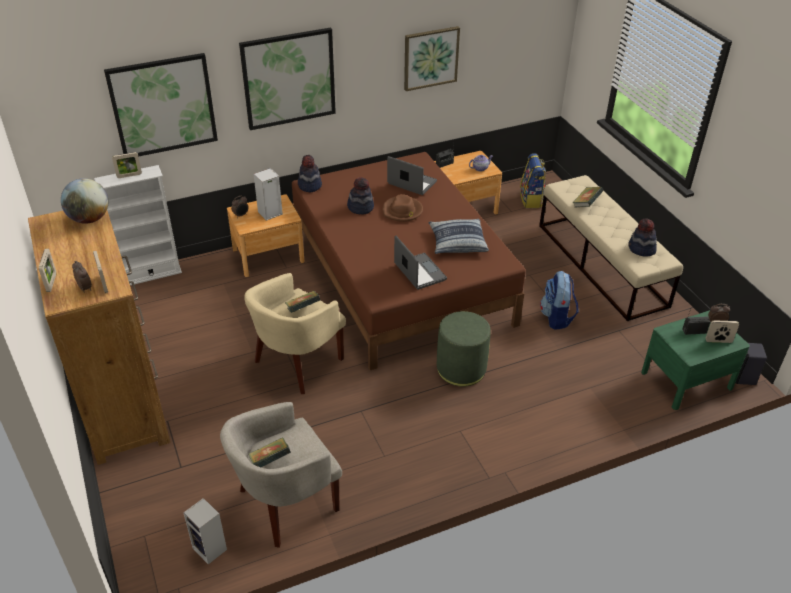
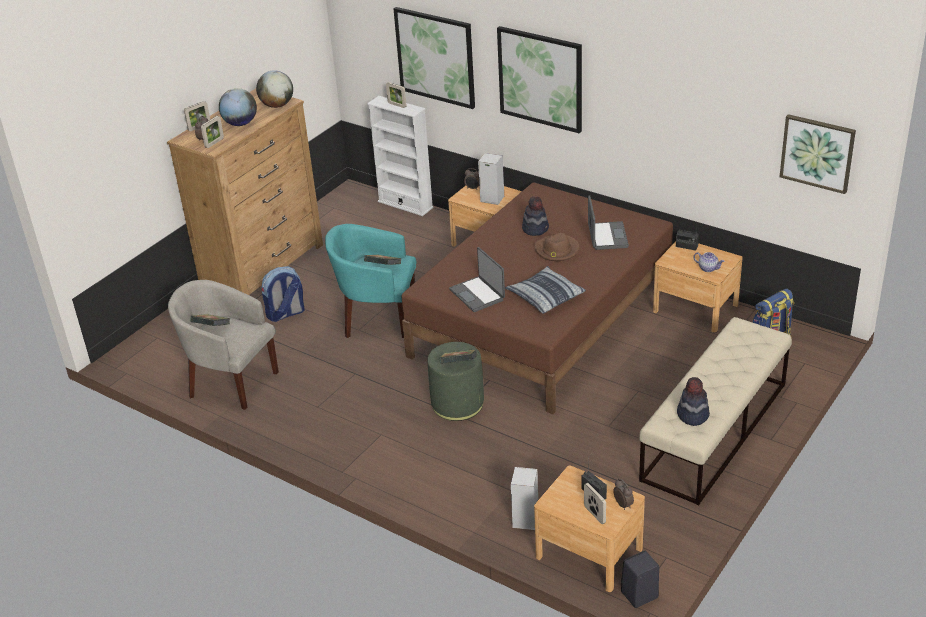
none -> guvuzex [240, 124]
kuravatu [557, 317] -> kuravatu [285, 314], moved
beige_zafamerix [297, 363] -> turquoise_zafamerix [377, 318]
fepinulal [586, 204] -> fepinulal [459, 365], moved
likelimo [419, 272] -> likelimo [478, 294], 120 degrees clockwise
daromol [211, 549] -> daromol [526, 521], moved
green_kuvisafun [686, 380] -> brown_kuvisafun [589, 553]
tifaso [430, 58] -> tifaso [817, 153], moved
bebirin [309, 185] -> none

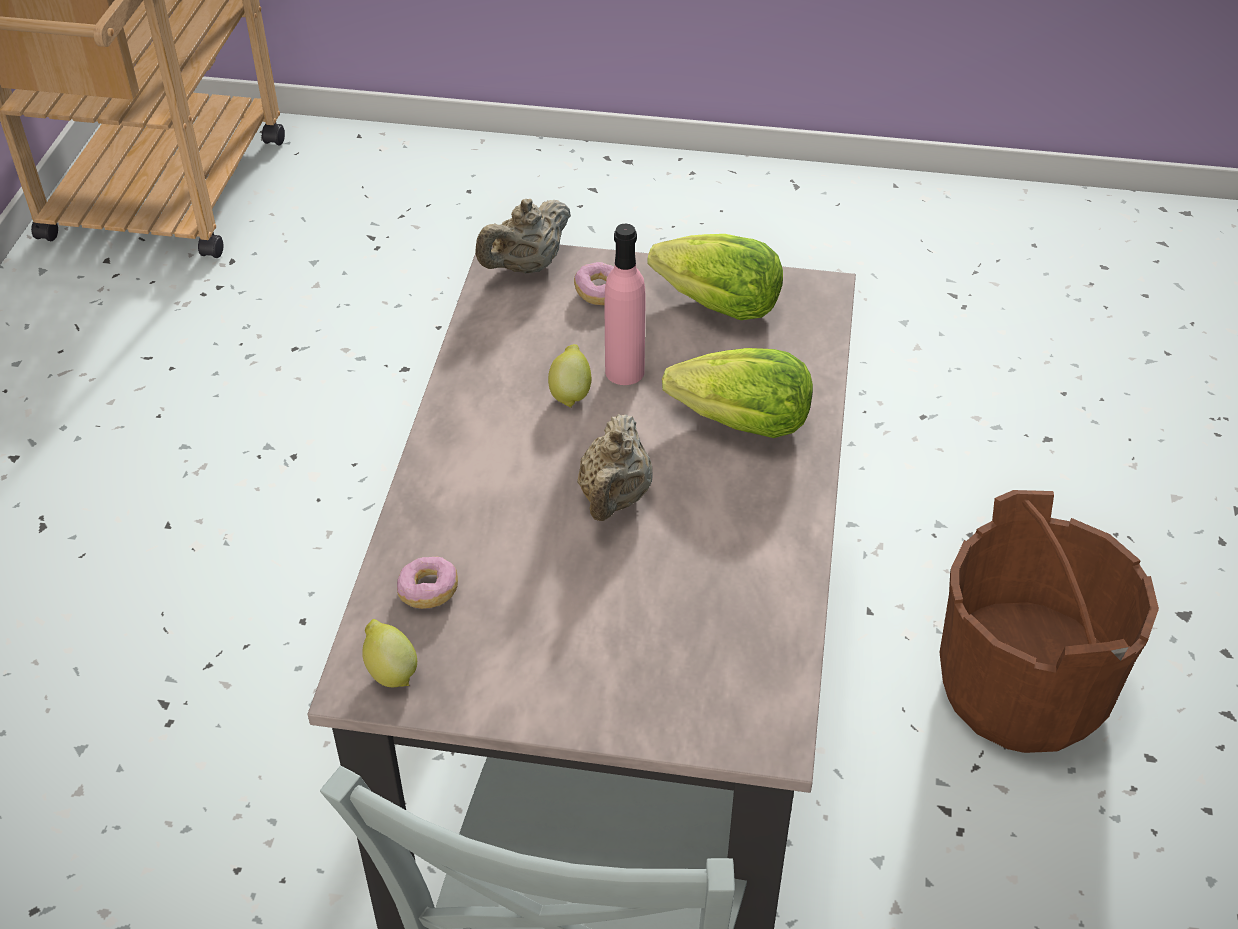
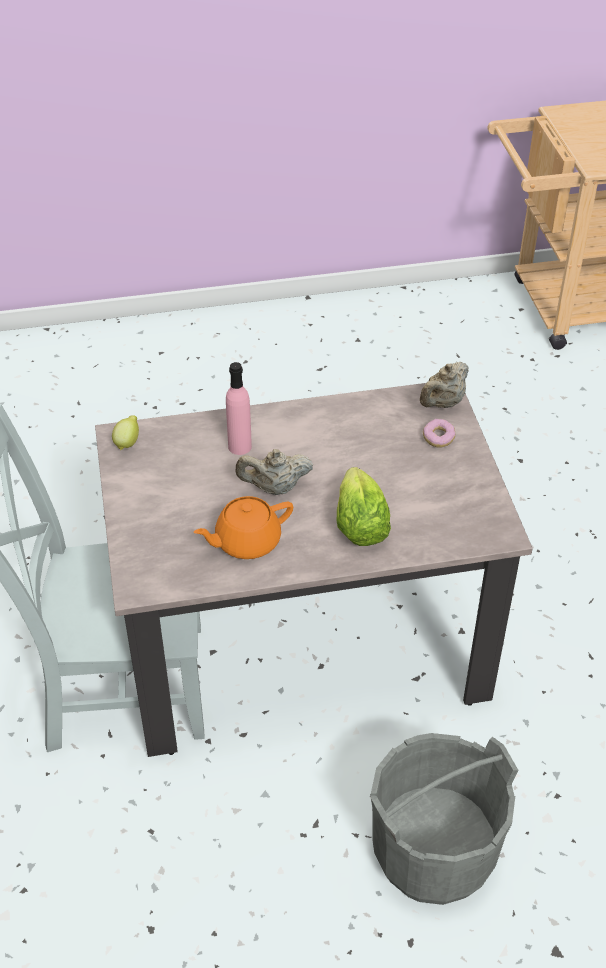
none -> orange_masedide [246, 542]
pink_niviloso [624, 371] -> pink_niviloso [240, 446], moved
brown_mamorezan [1023, 688] -> grey_mamorezan [434, 852]
beige_masedide [526, 266] -> beige_masedide [443, 403], 75 degrees counterclockwise
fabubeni [428, 591] -> none
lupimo [570, 393] -> none
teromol [719, 306] -> none

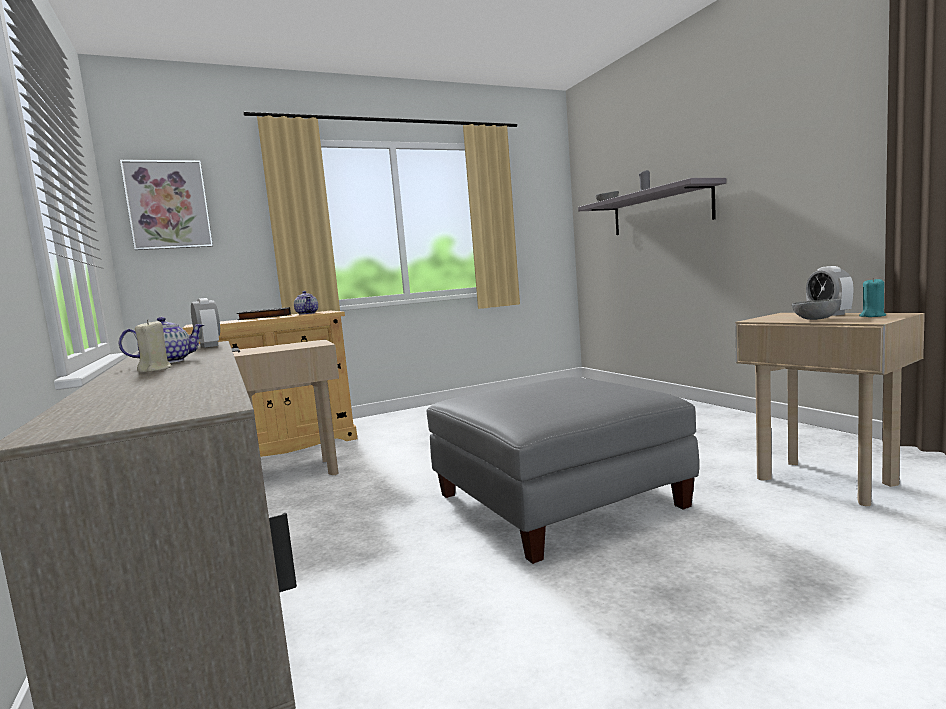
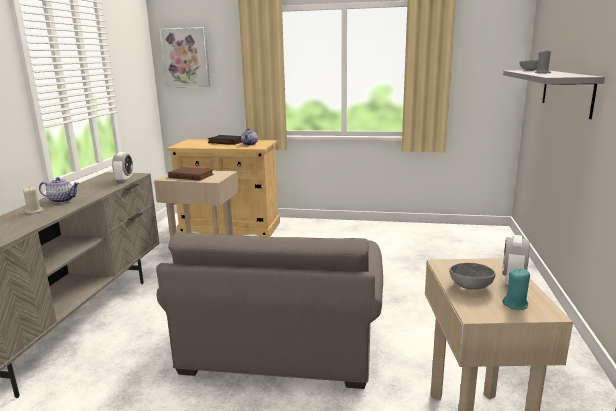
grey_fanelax [557, 500] -> grey_zafamerix [281, 342]
none -> brown_fepinulal [192, 176]

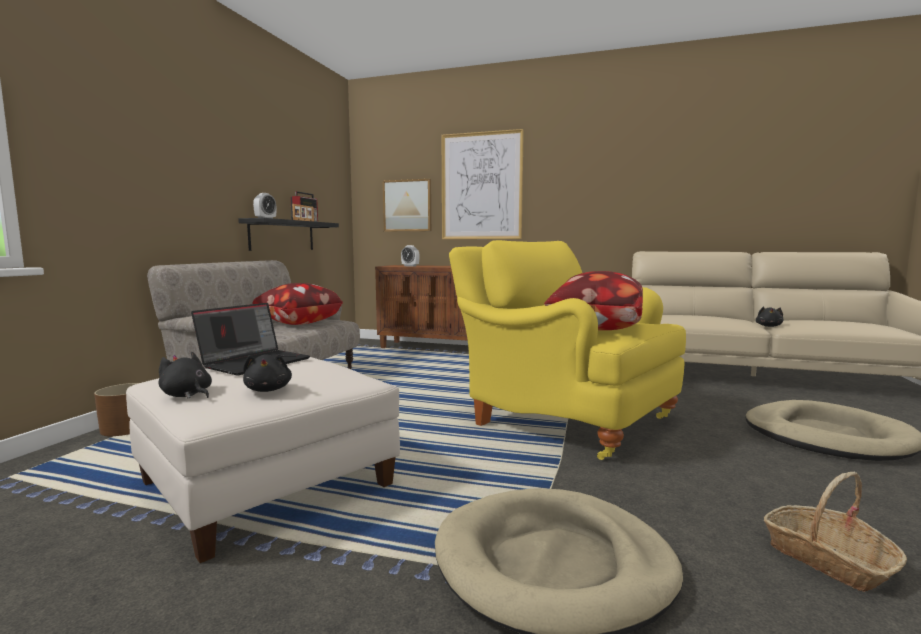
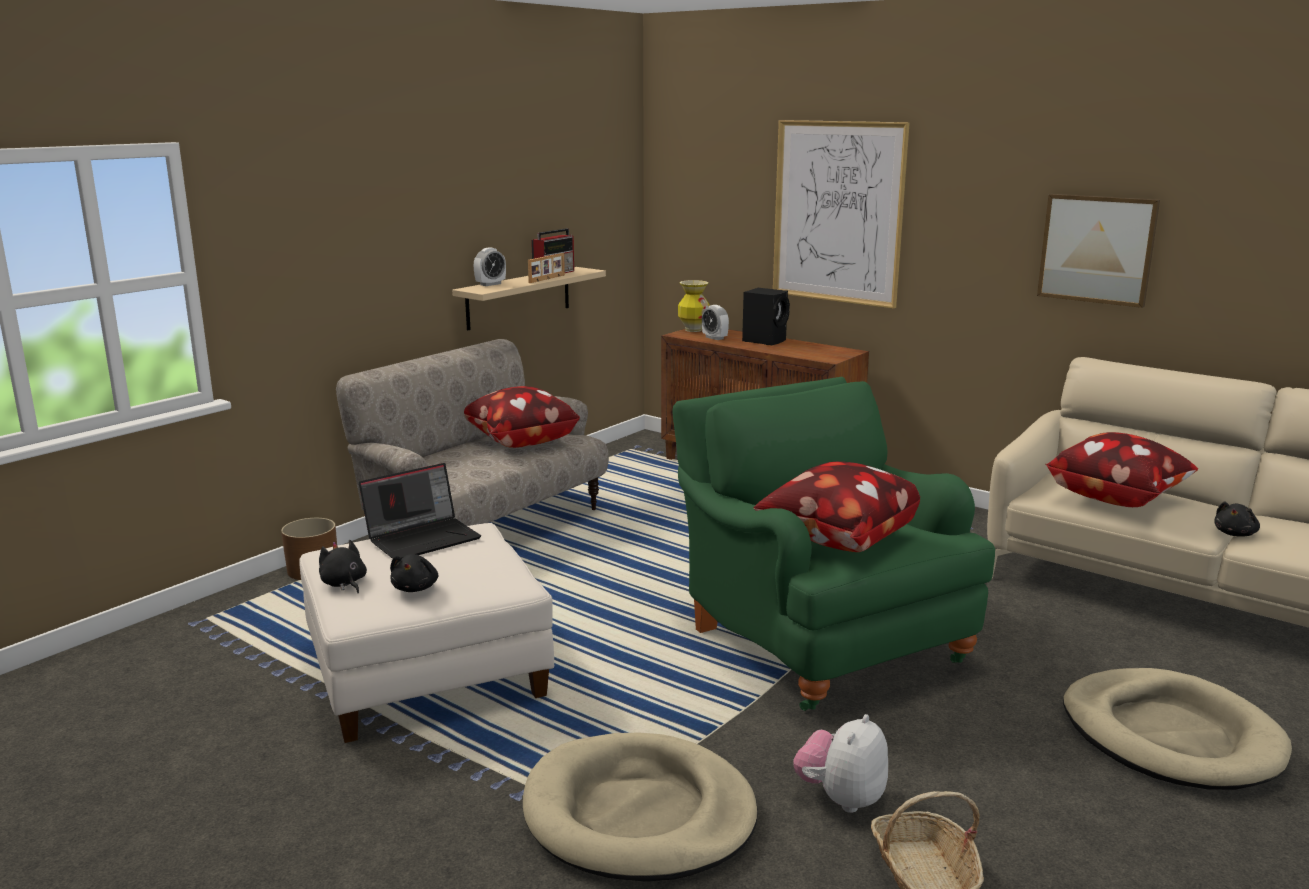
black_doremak [282, 235] -> beige_doremak [519, 298]
yellow_zafamerix [564, 419] -> green_zafamerix [818, 640]
none -> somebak [693, 330]
none -> black_daromol [765, 340]
none -> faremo [841, 798]
tifaso [407, 205] -> tifaso [1097, 249], moved
none -> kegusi [1115, 498]

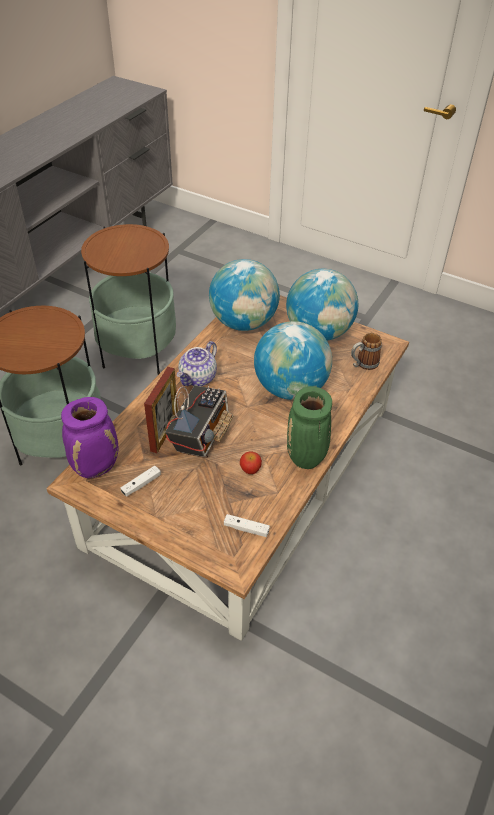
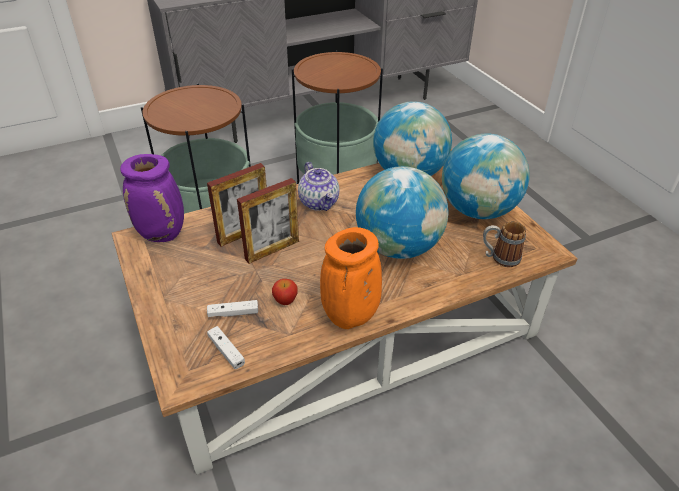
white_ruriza [141, 484] -> white_ruriza [233, 313], moved
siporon [201, 436] -> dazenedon [272, 250]
masedide [198, 378] -> masedide [319, 202], 90 degrees counterclockwise
green_somebak [307, 459] -> orange_somebak [350, 318]

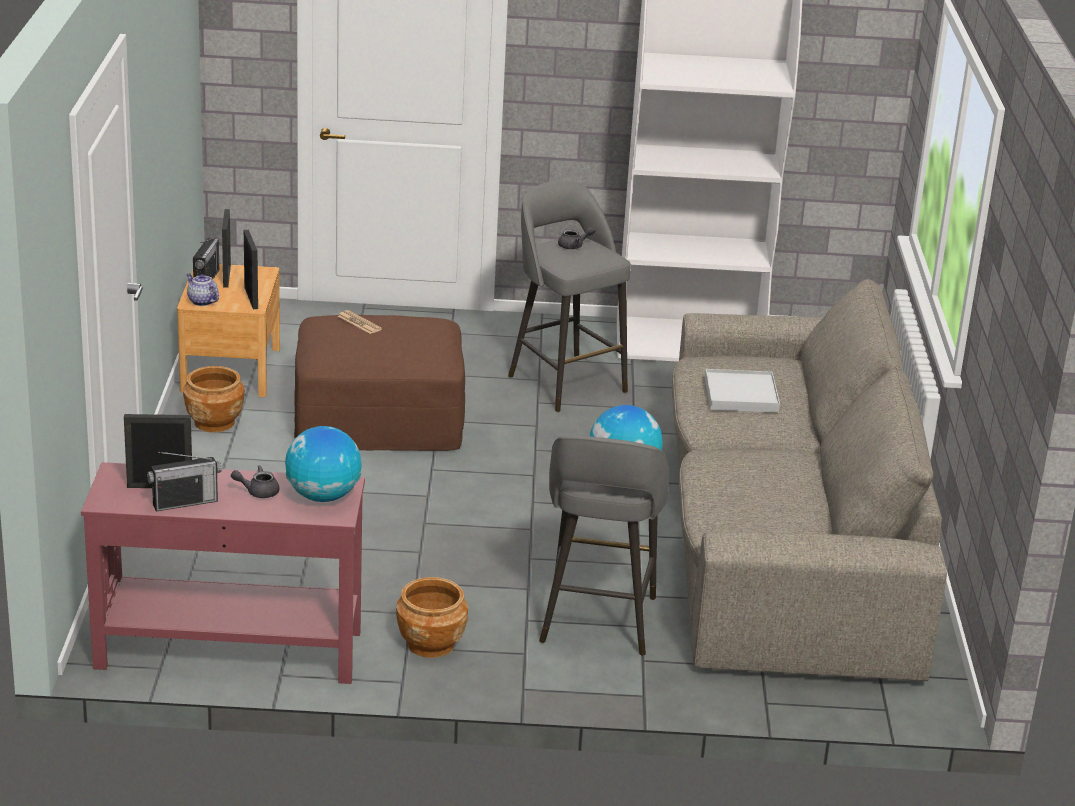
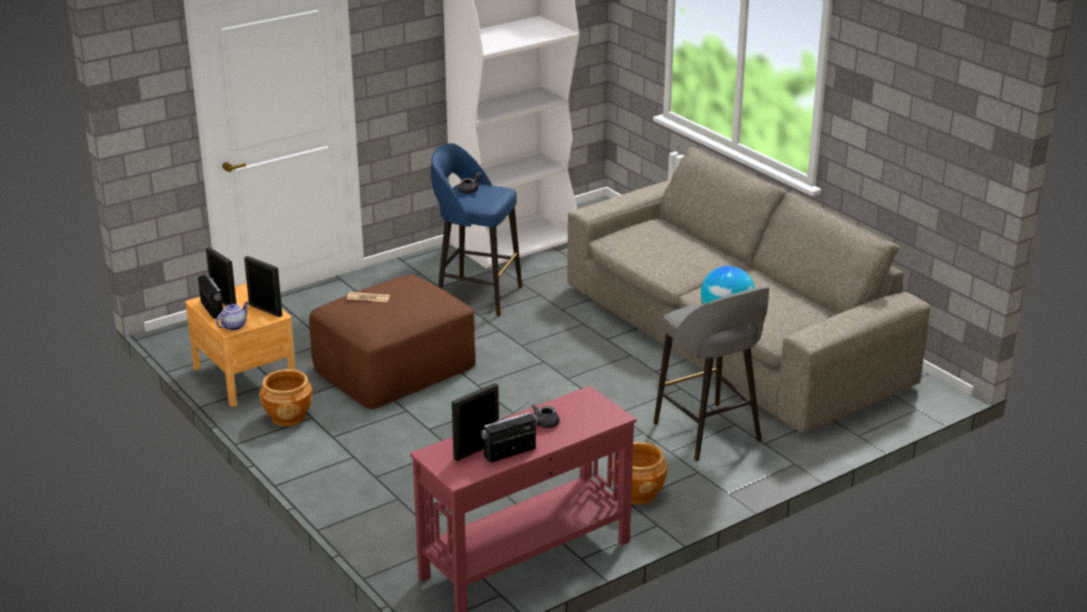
masedide [202, 301] -> masedide [234, 326], 120 degrees clockwise
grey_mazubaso [565, 382] -> blue_mazubaso [476, 295]
siporon [185, 502] -> siporon [510, 453], 150 degrees counterclockwise
guvuzex [322, 496] -> none
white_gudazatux [741, 395] -> none

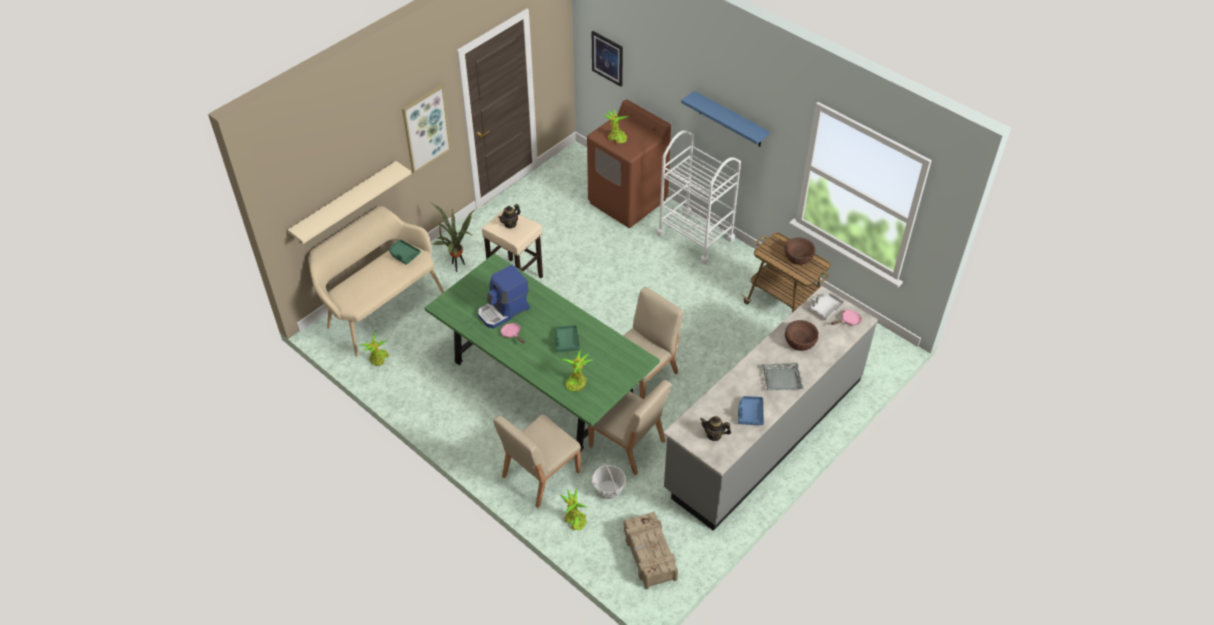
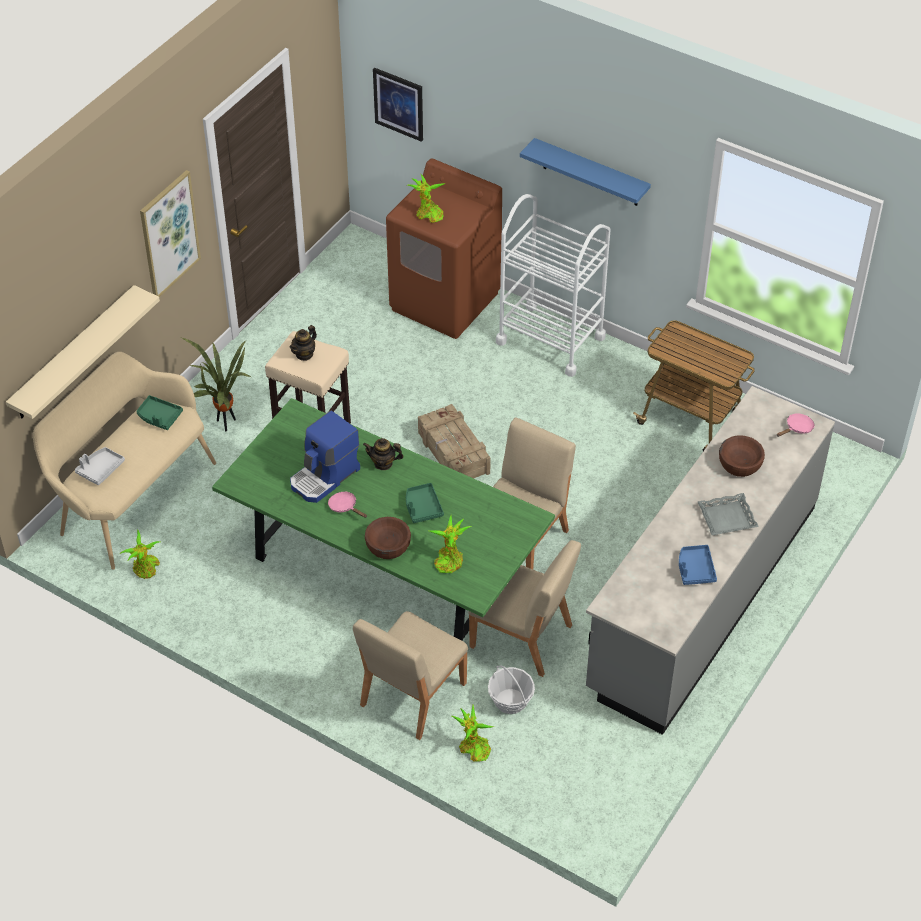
grey_gudazatux [824, 308] -> grey_gudazatux [100, 469], moved
masedide [714, 435] -> masedide [383, 463], moved
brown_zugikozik [798, 257] -> brown_zugikozik [388, 546], moved
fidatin [649, 555] -> fidatin [453, 453], moved

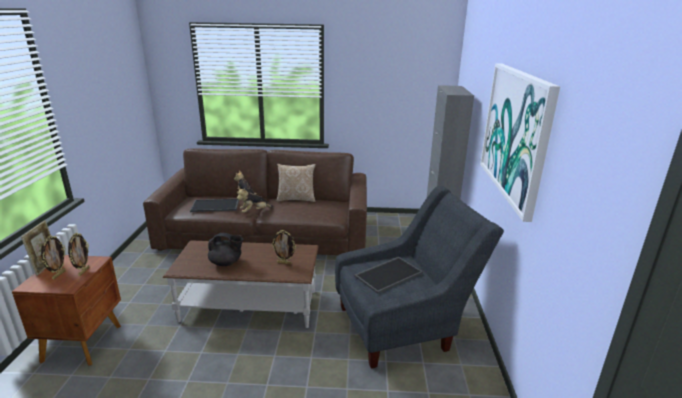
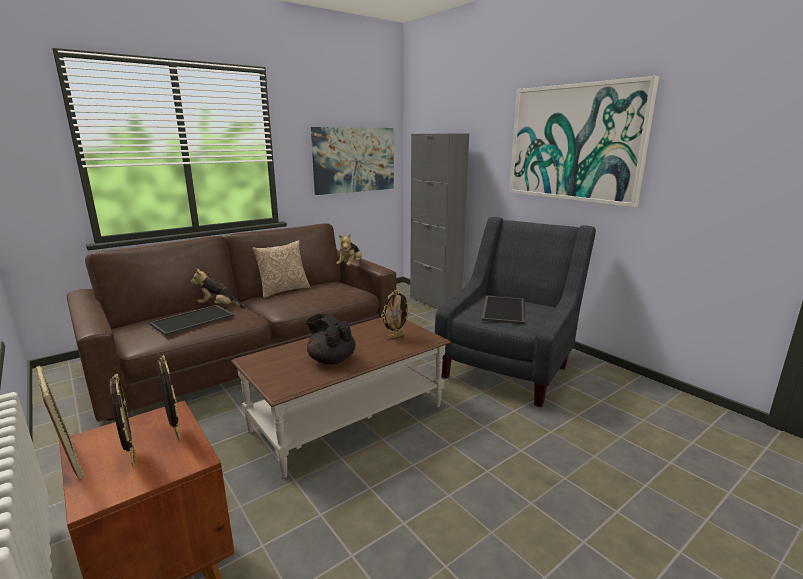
black_masedide [226, 263] -> black_masedide [331, 360], 105 degrees counterclockwise
none -> tifaso [354, 160]
faremo [254, 211] -> faremo [350, 266], moved

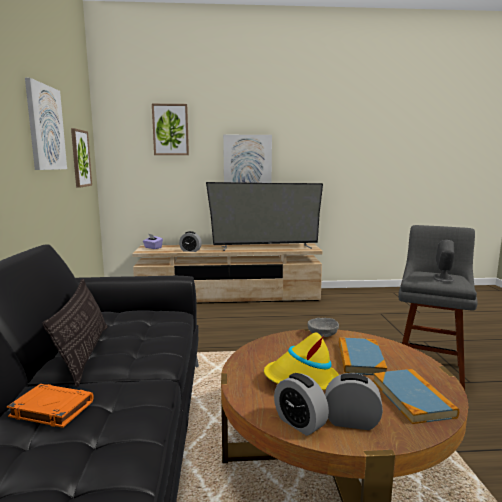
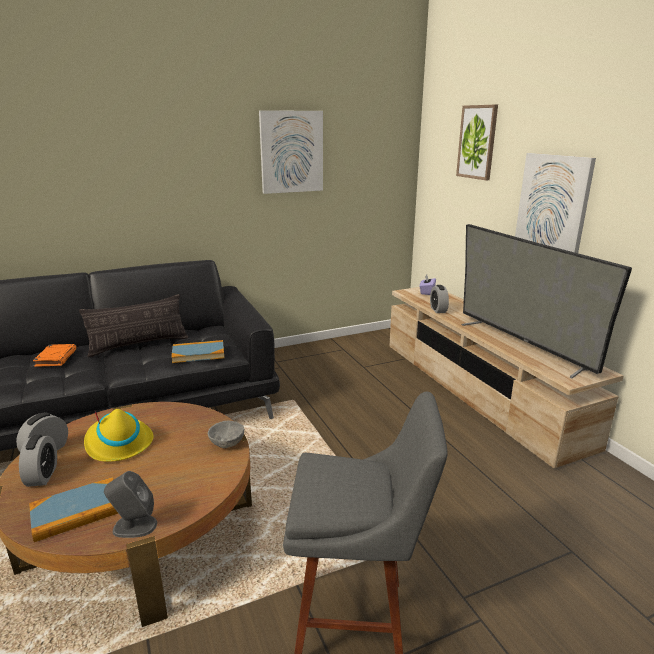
grey_daromol [443, 278] -> grey_daromol [134, 526], moved
fepinulal [360, 359] -> fepinulal [198, 354], moved
tifaso [80, 158] -> none

